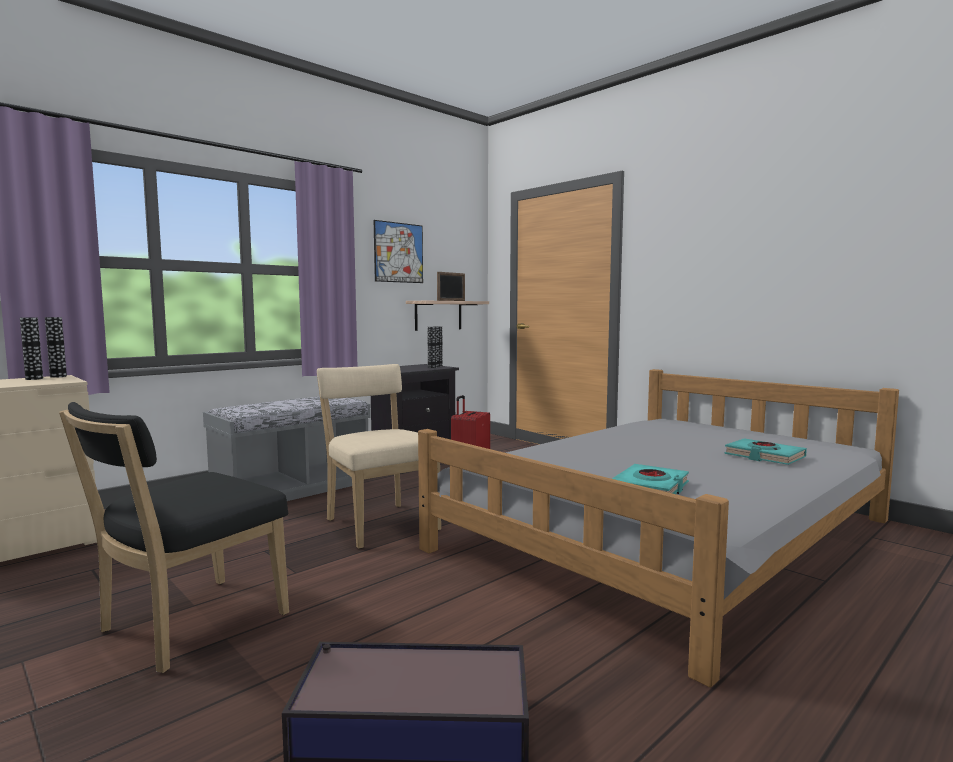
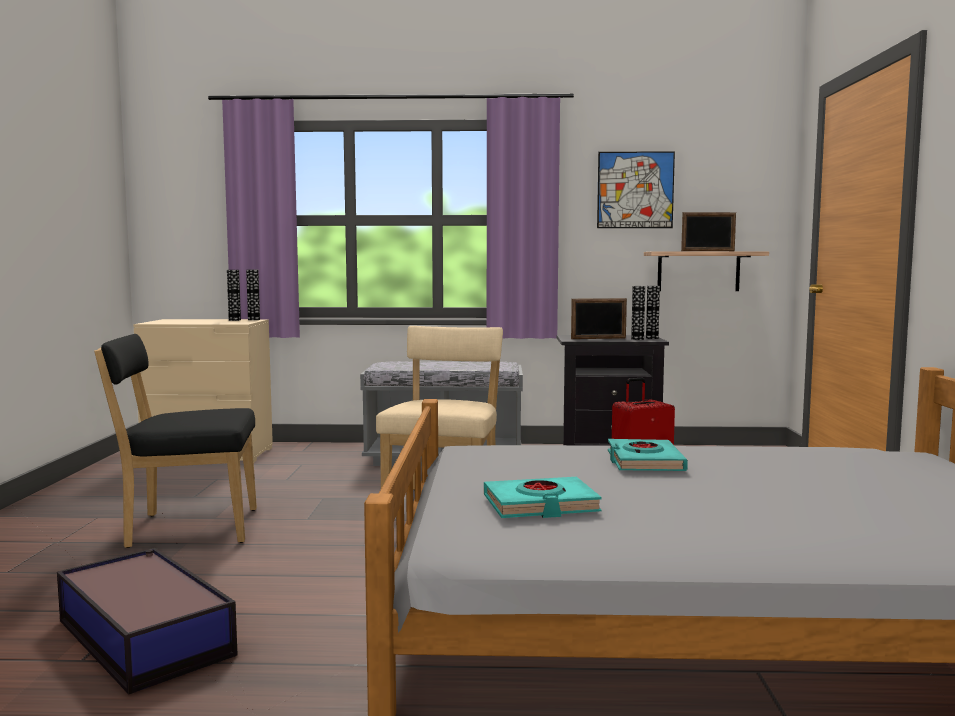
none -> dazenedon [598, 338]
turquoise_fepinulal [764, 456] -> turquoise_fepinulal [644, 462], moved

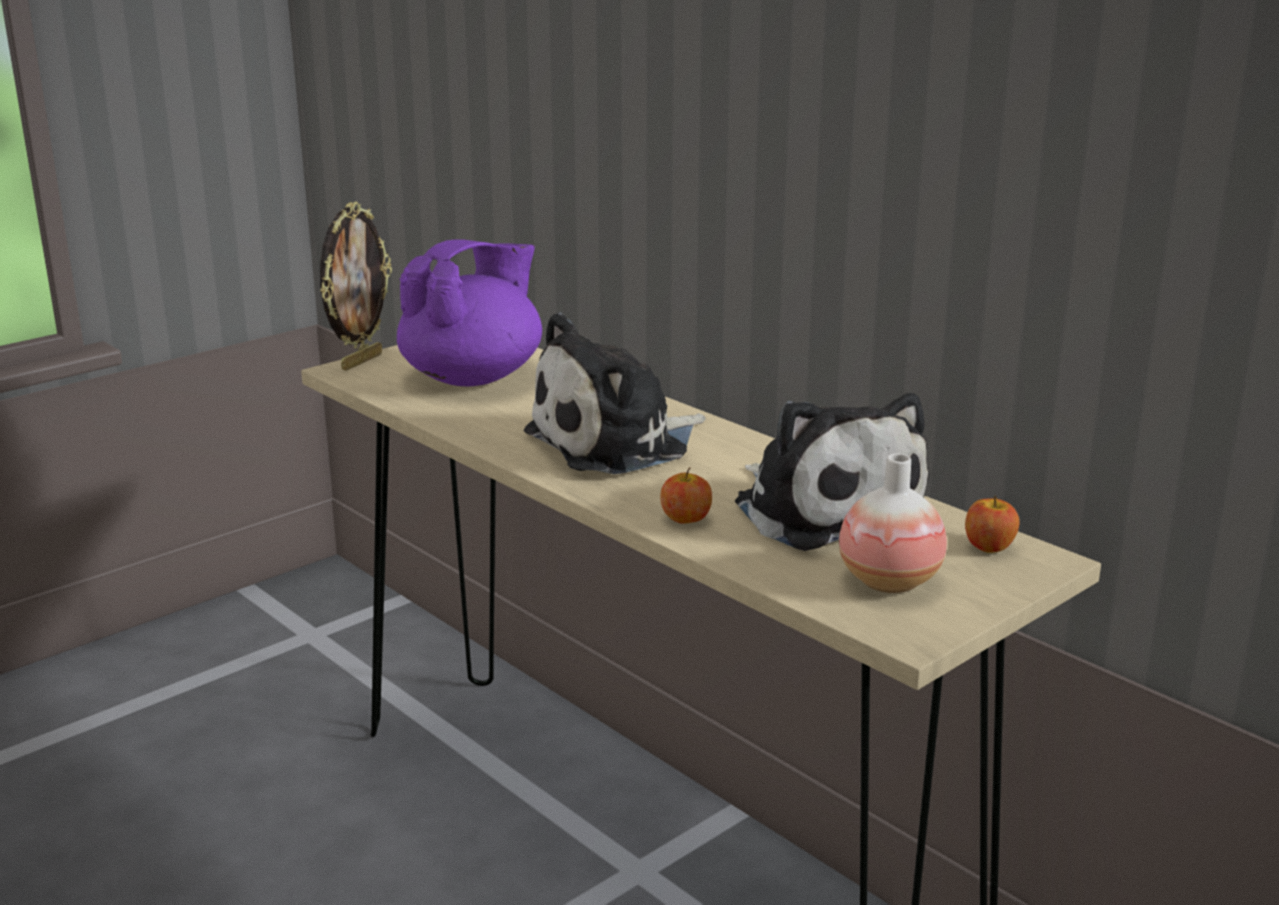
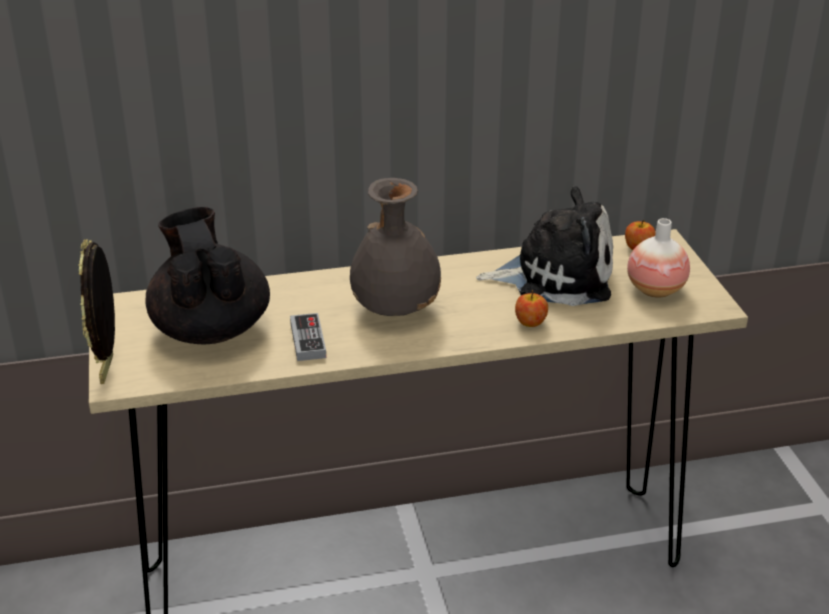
dazenedon [360, 361] -> dazenedon [109, 369], 150 degrees counterclockwise
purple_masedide [474, 377] -> black_masedide [210, 328]
none -> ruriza [308, 340]
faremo [616, 443] -> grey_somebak [395, 310]

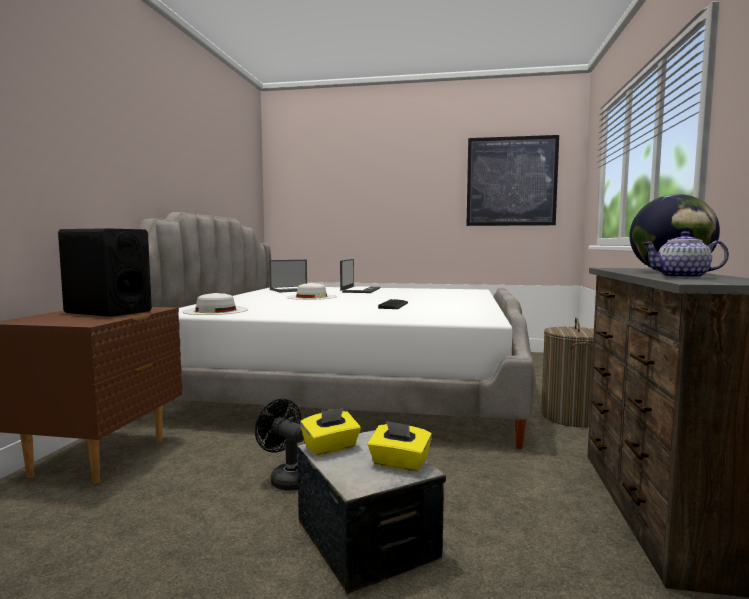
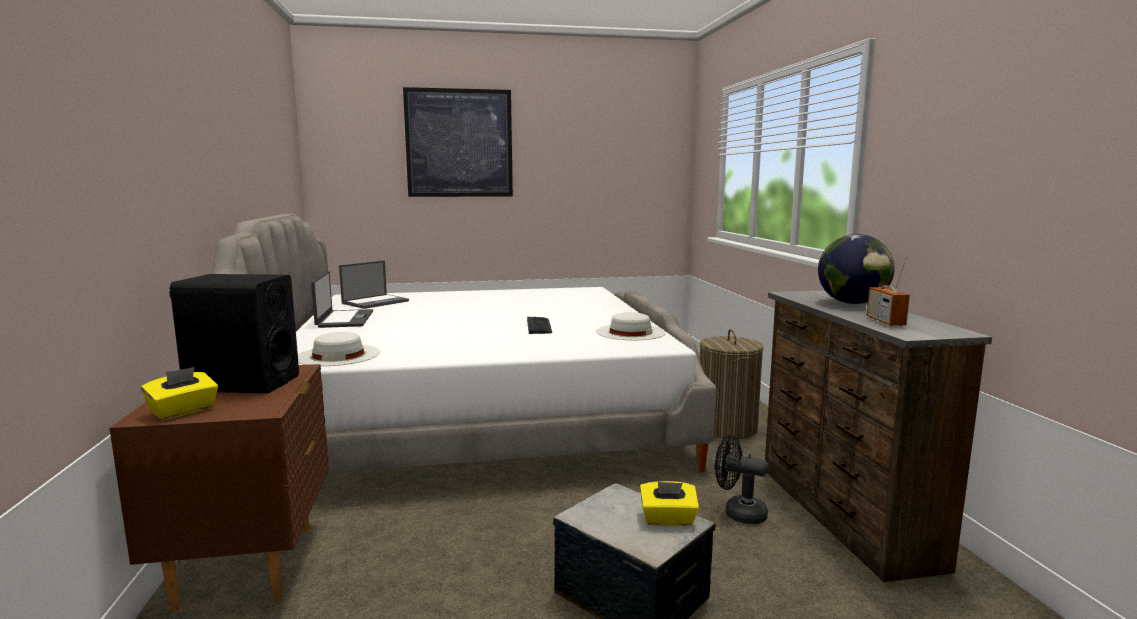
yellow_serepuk [331, 447] -> yellow_serepuk [183, 411], moved
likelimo [360, 290] -> likelimo [344, 319], moved
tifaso [511, 181] -> tifaso [459, 143], moved
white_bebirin [311, 297] -> white_bebirin [630, 332], moved
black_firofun [287, 479] -> black_firofun [738, 513], moved
masedide [683, 277] -> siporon [885, 321]

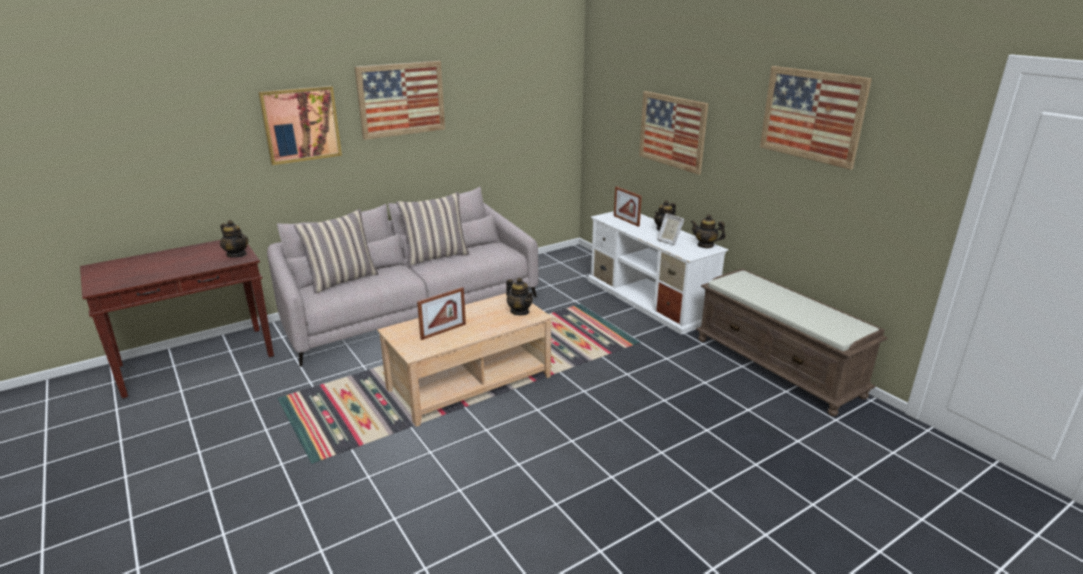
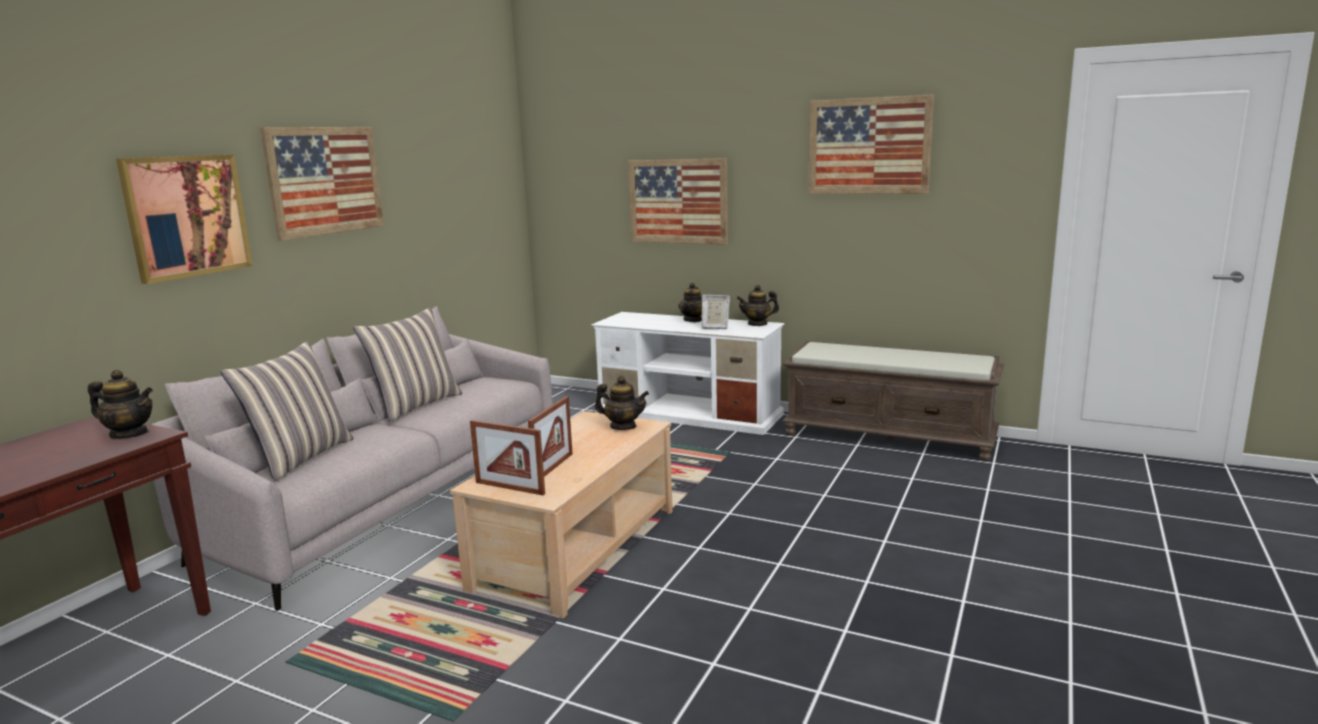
dazenedon [626, 221] -> dazenedon [510, 488], moved

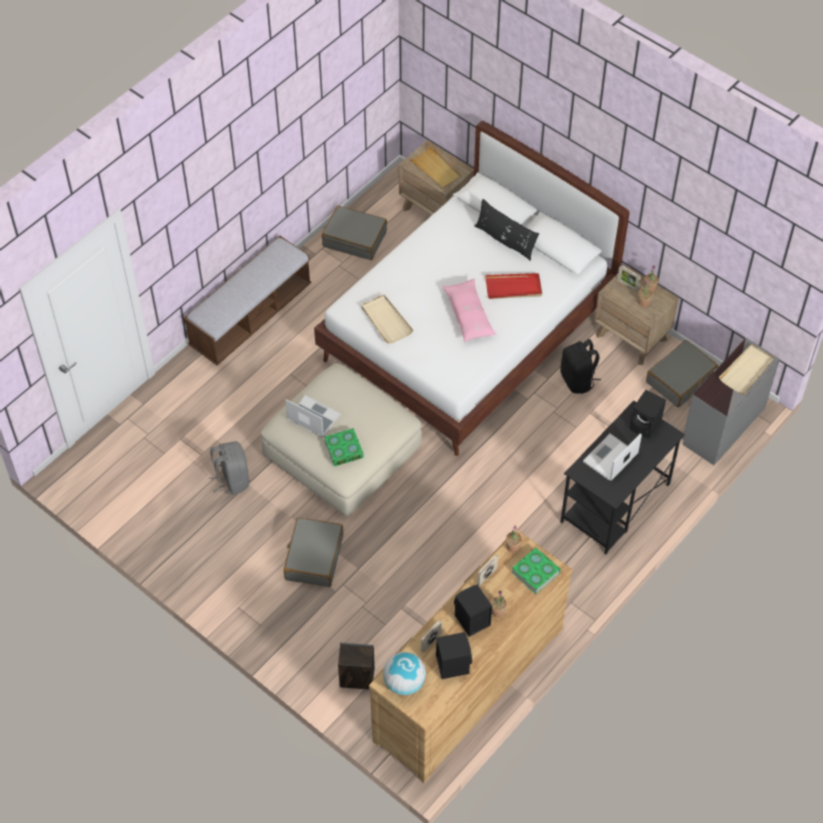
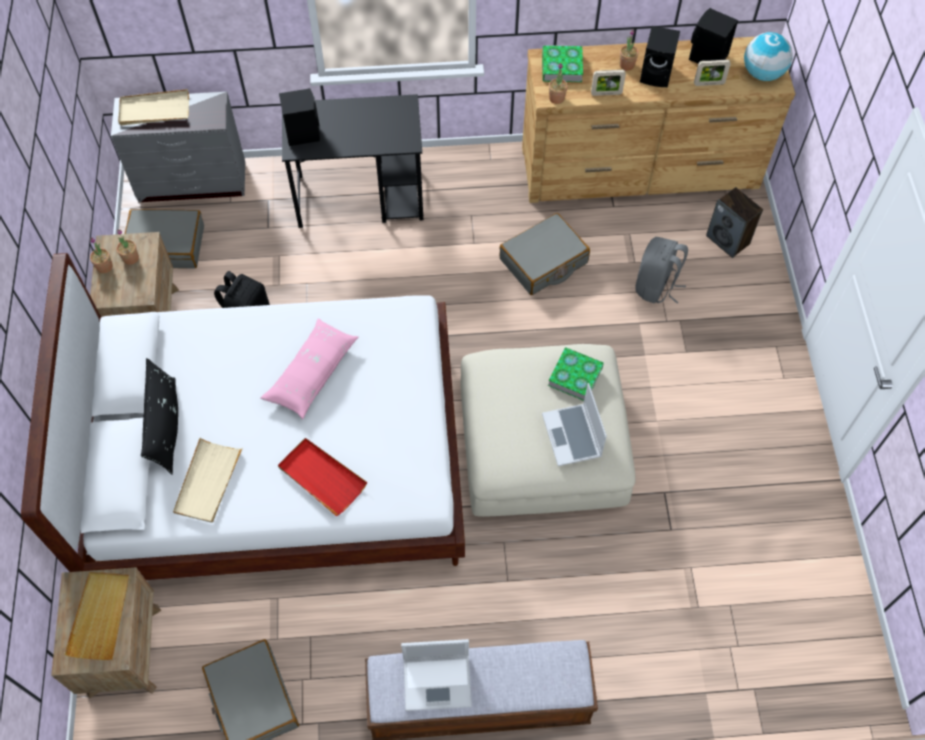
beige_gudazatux [386, 320] -> beige_gudazatux [208, 482], moved
red_gudazatux [513, 288] -> red_gudazatux [321, 477], moved
likelimo [610, 458] -> likelimo [438, 681], moved
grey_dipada [313, 557] -> grey_dipada [543, 262], moved
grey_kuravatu [232, 480] -> grey_kuravatu [656, 286], moved
dazenedon [627, 285] -> none

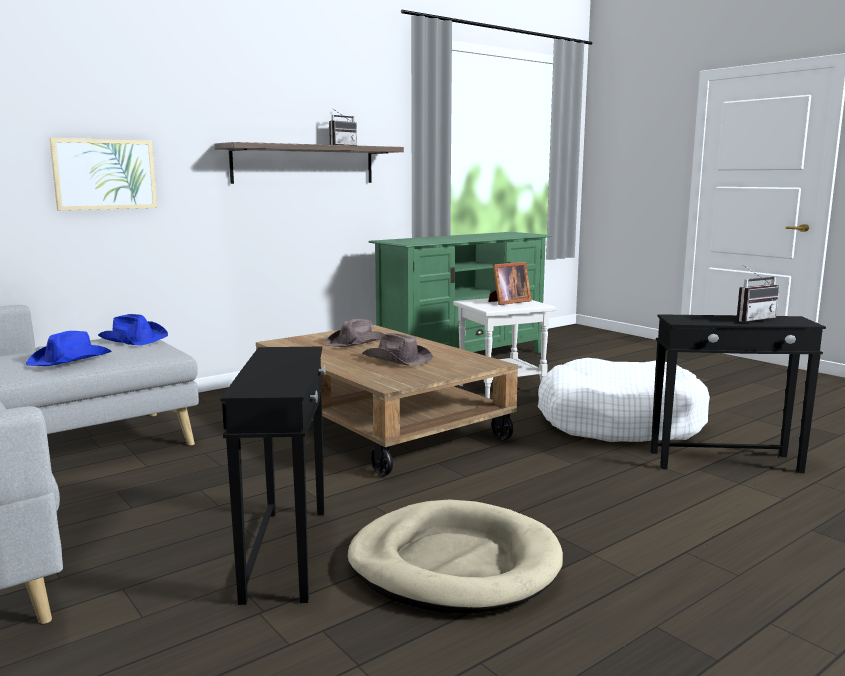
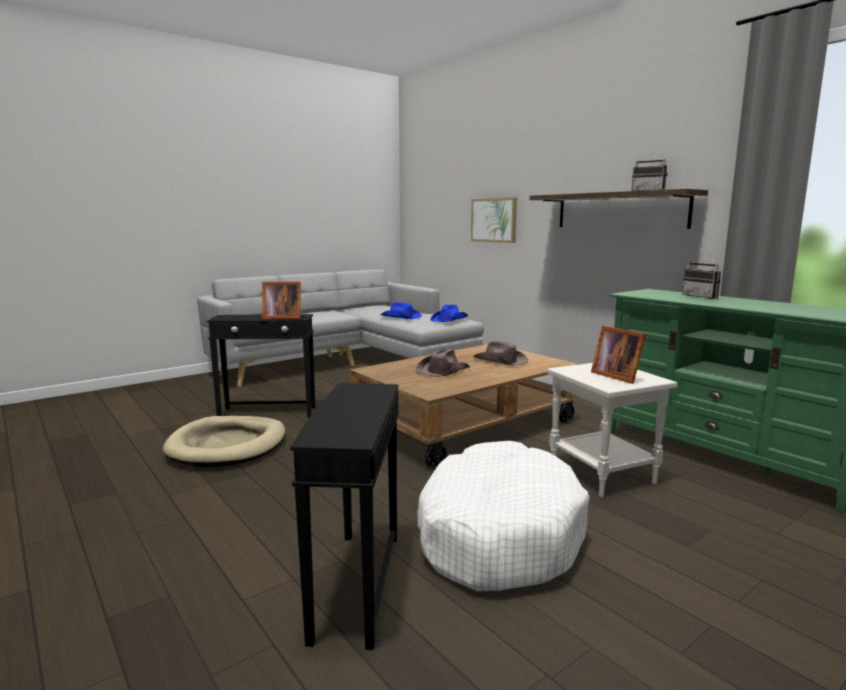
none -> dazenedon [281, 318]
siporon [751, 319] -> siporon [702, 297], moved

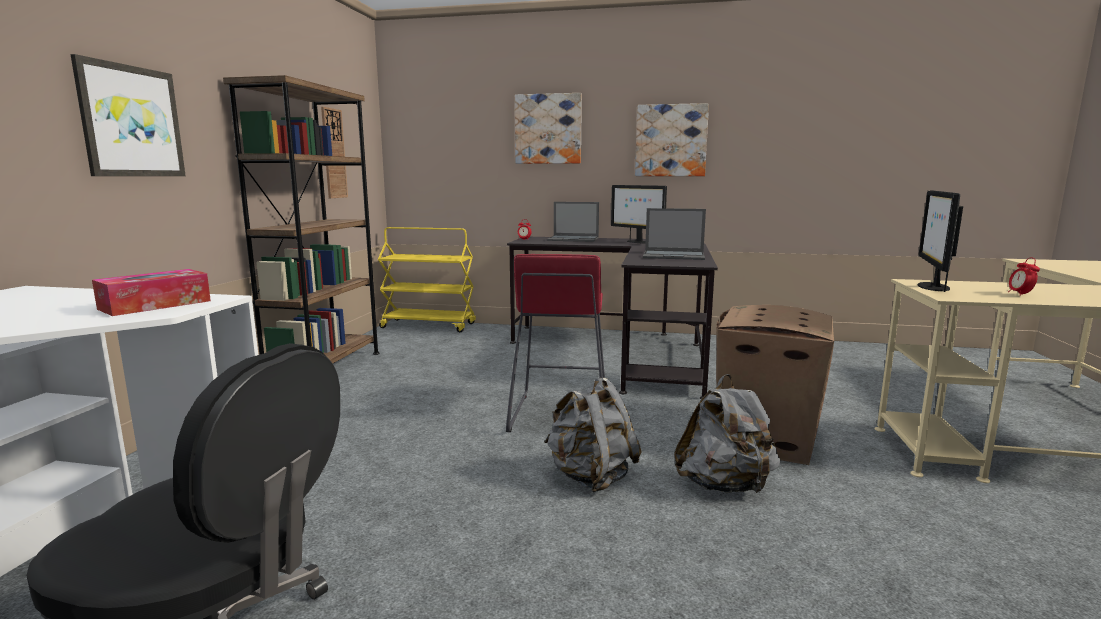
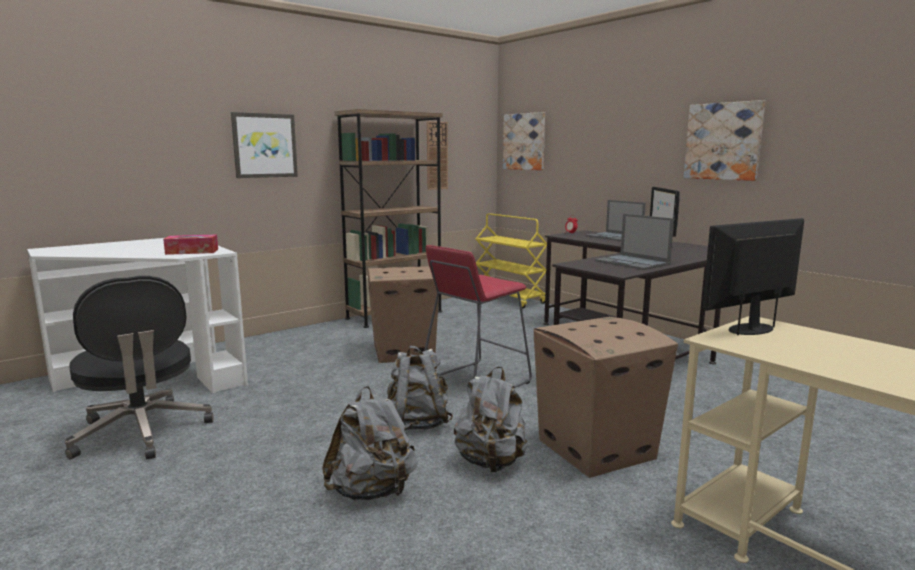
none -> grey_kuravatu [372, 491]
none -> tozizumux [404, 352]
tifaso [548, 129] -> tifaso [524, 141], moved
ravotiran [1020, 294] -> none

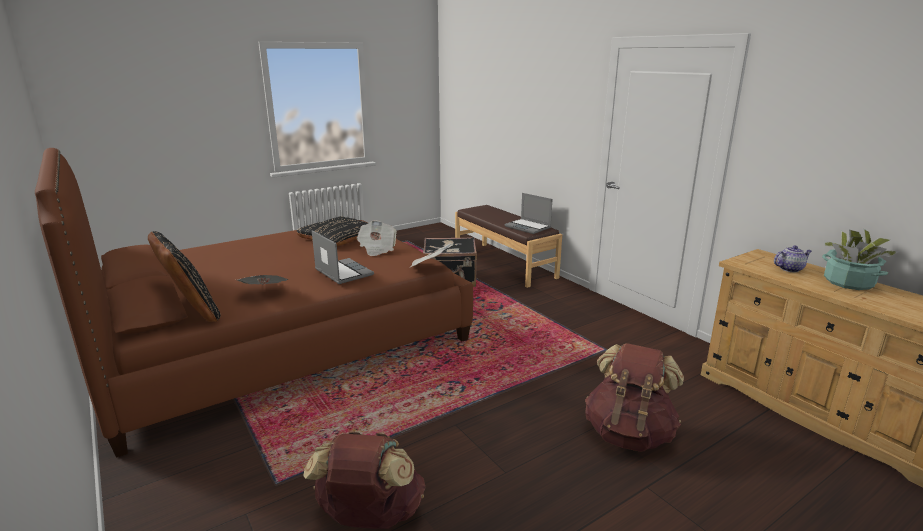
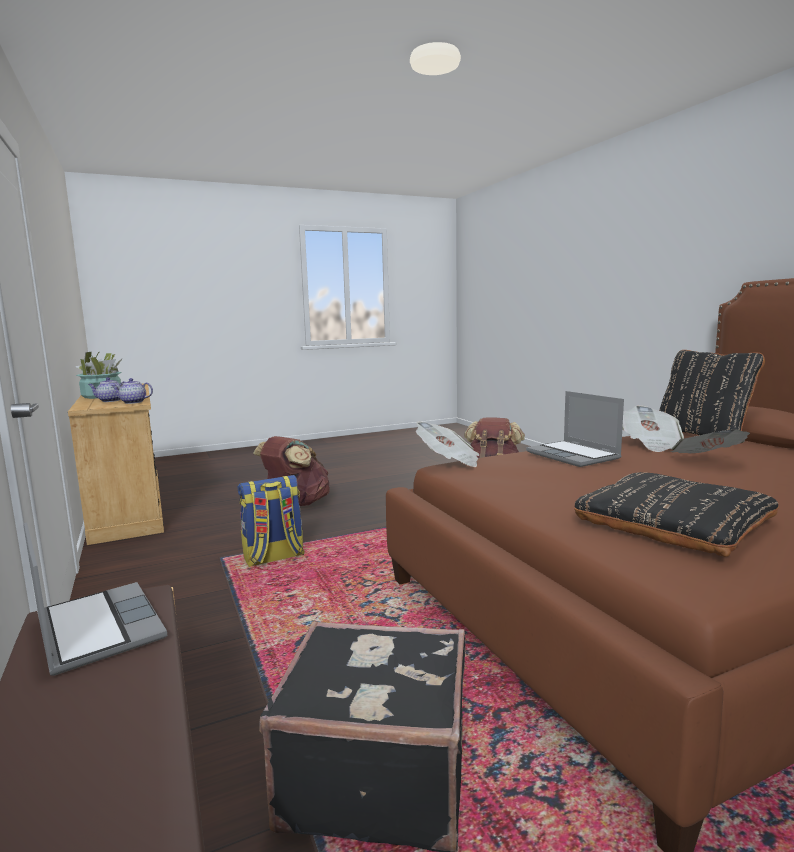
none -> masedide [133, 402]
none -> kuravatu [273, 557]
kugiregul [377, 249] -> kugiregul [706, 461], moved

